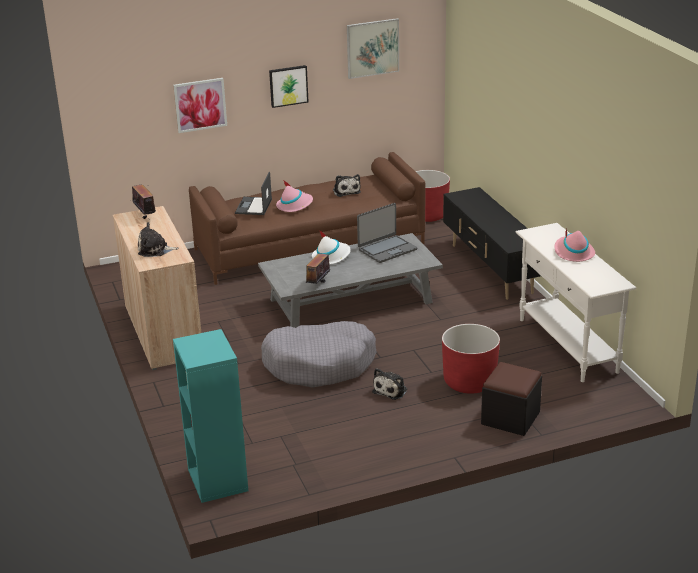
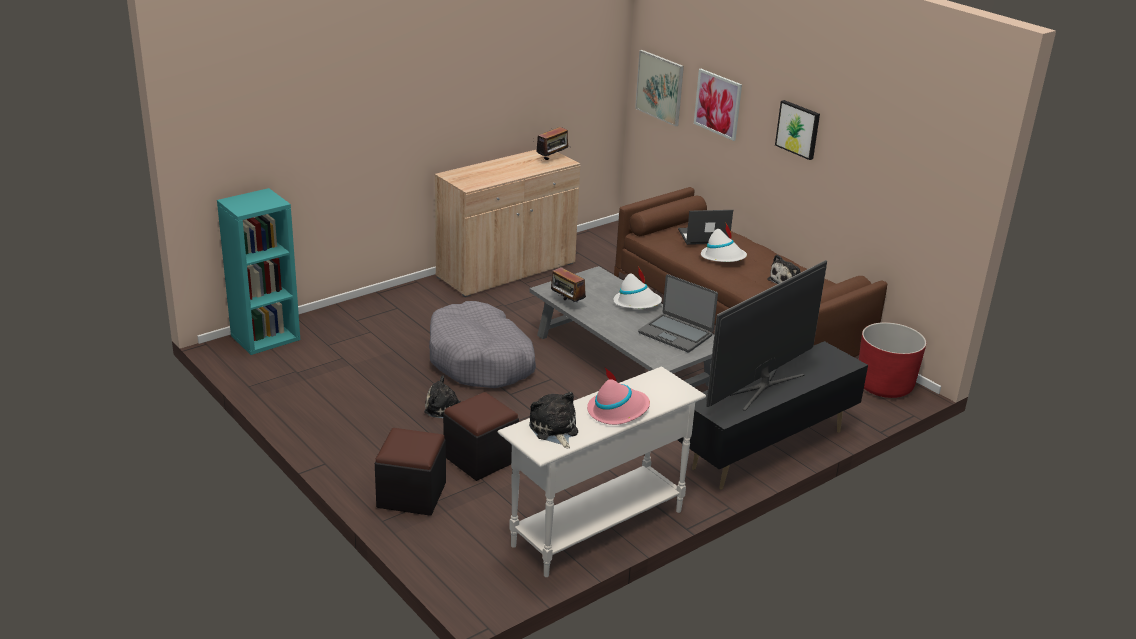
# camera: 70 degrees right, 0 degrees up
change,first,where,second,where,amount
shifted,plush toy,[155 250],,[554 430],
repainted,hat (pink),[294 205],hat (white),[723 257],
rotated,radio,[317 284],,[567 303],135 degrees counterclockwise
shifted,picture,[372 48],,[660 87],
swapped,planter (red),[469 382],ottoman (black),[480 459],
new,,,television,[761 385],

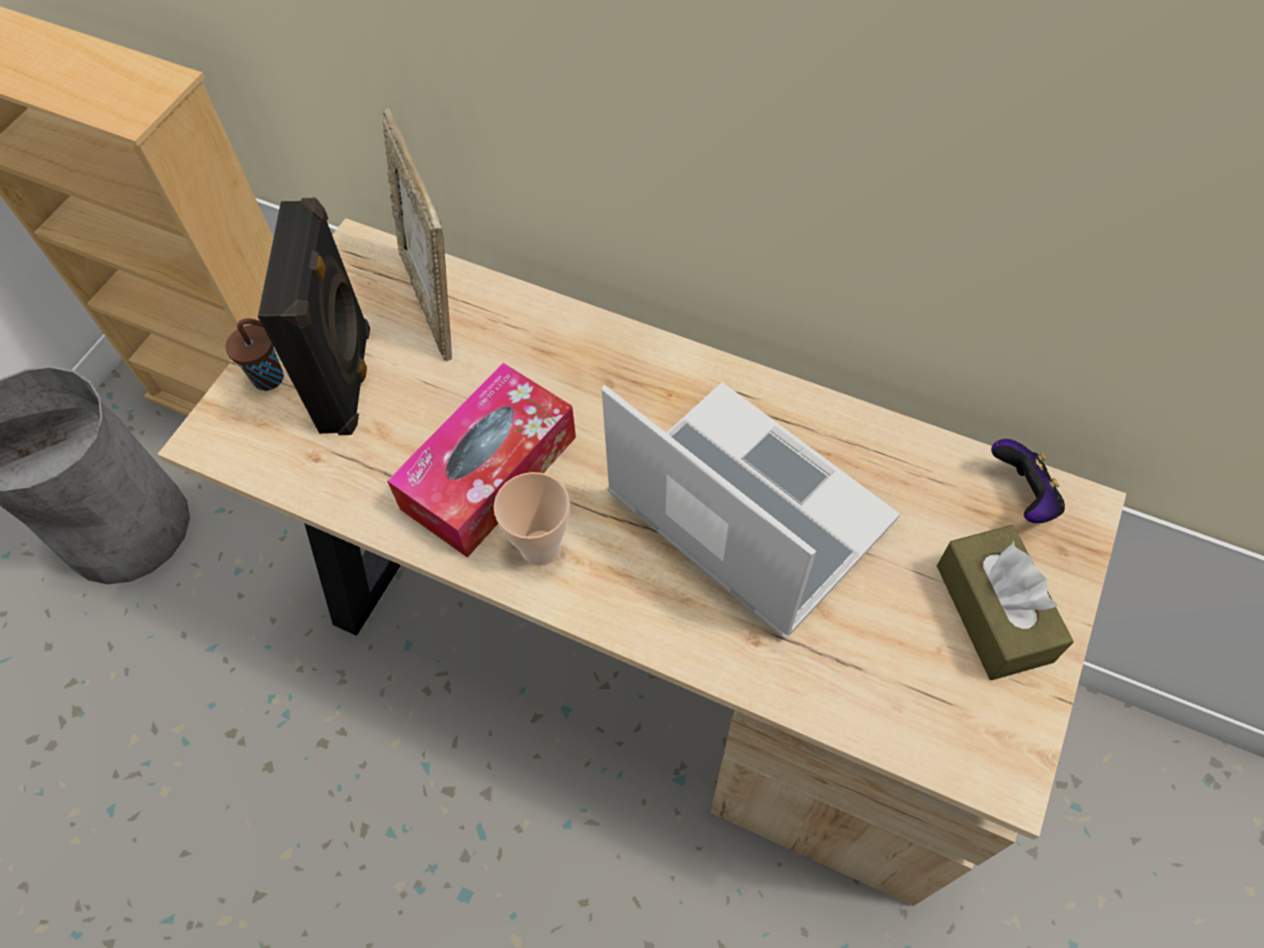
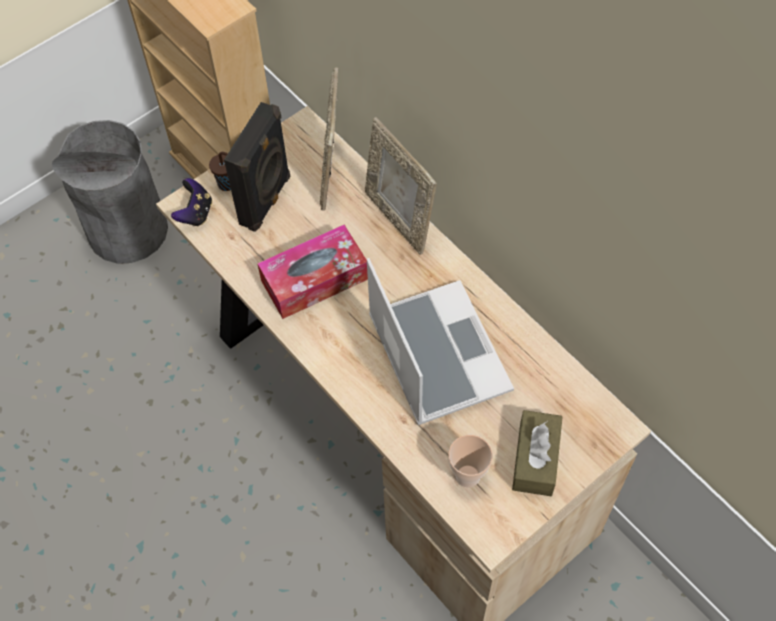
# camera: 25 degrees right, 0 degrees up
change,first,where,second,where,amount
shifted,cup,[540 547],,[467 476],
shifted,game controller,[1022 497],,[195 213],
new,,,picture frame,[399 219],

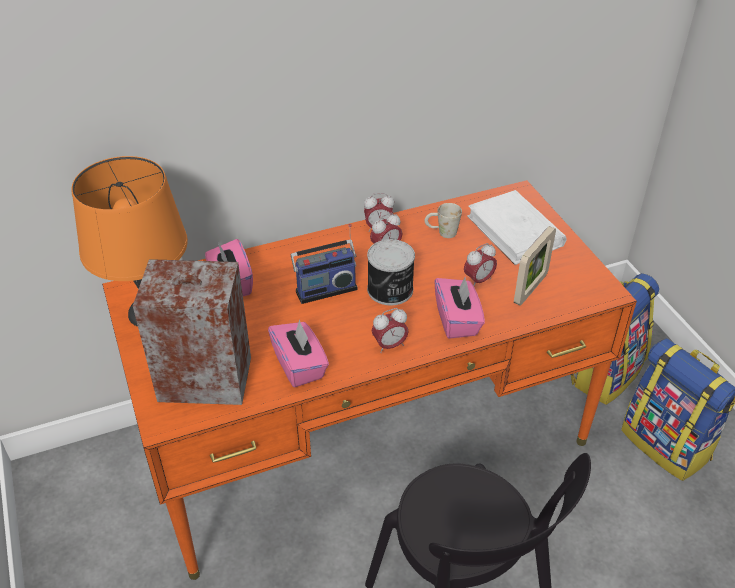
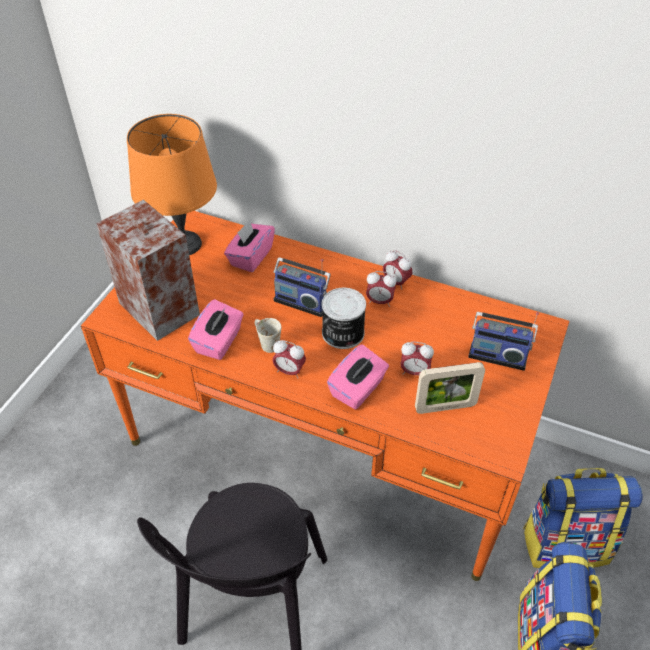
# camera: 45 degrees right, 5 degrees up
change,first,where,second,where,amount
shifted,mug (white),[441 232],,[266 342],
swapped,book (white),[515 231],radio,[497 355],

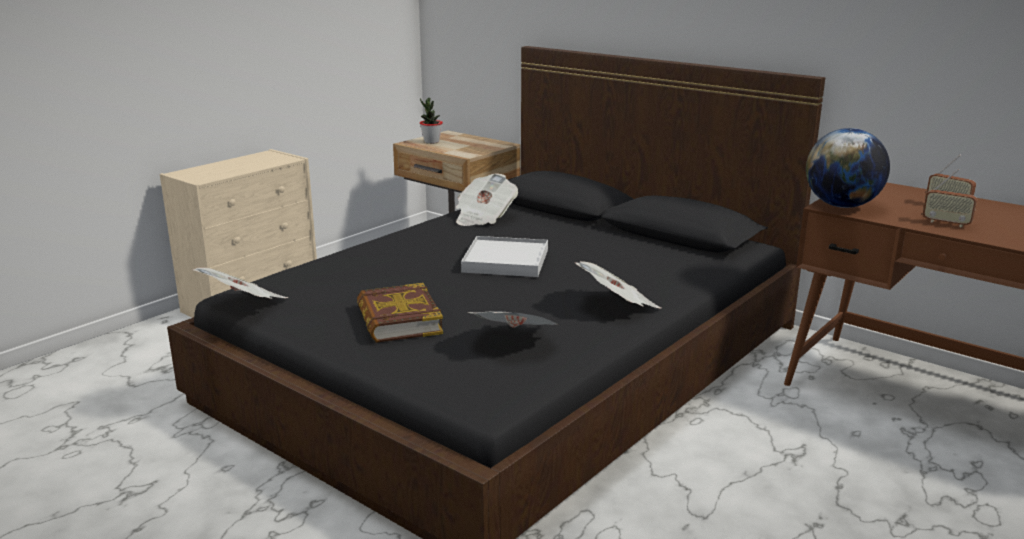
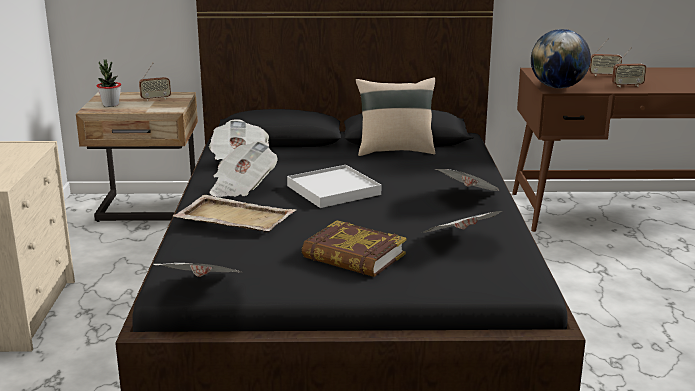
# camera: 40 degrees left, 0 degrees up
change,first,where,second,where,amount
new,,,radio,[155 99],
new,,,tray (beige),[234 217],
new,,,newspaper,[242 187],
new,,,pillow (beige),[395 150],

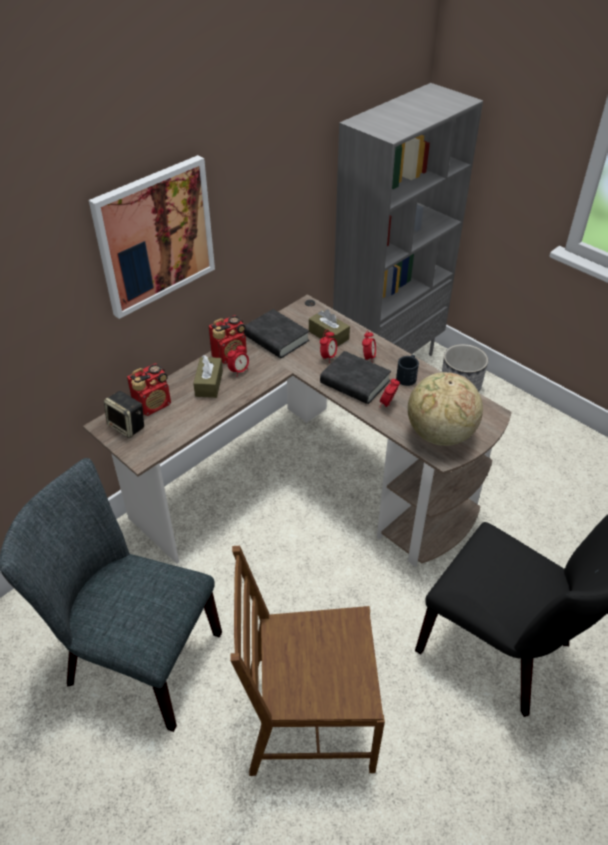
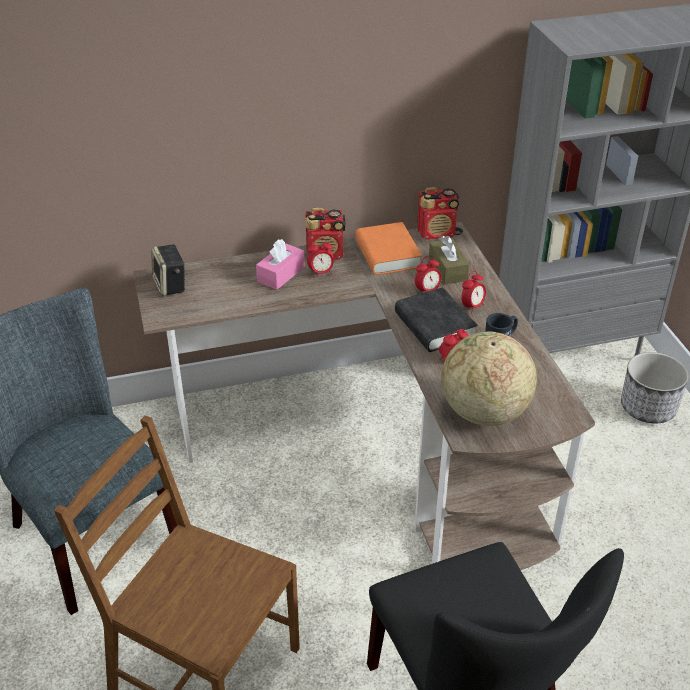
# camera: 30 degrees right, 5 degrees down
change,first,where,second,where,amount
gone,picture,[155 236],,,
shifted,radio,[153 405],,[437 233],
repainted,tissue box (brown),[209 383],tissue box (pink),[281 274],
repainted,book (black),[276 338],book (orange),[387 254],

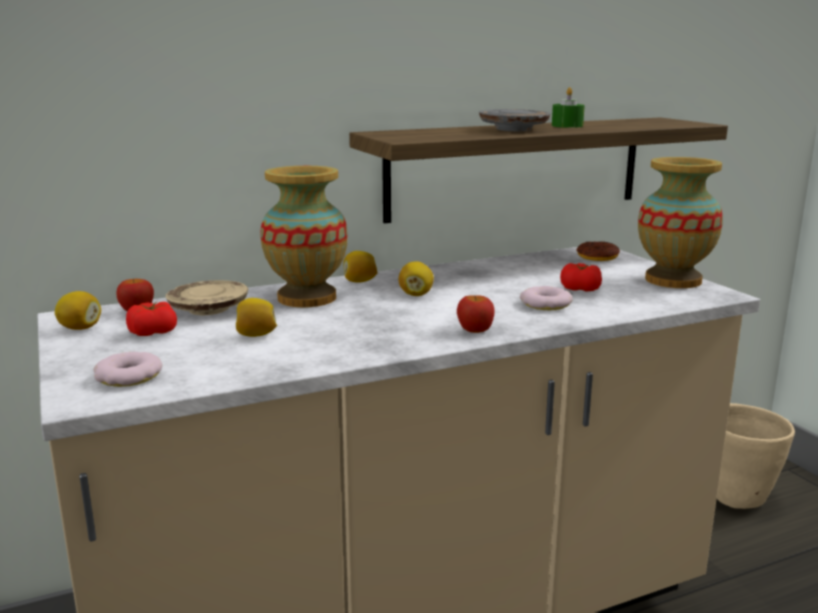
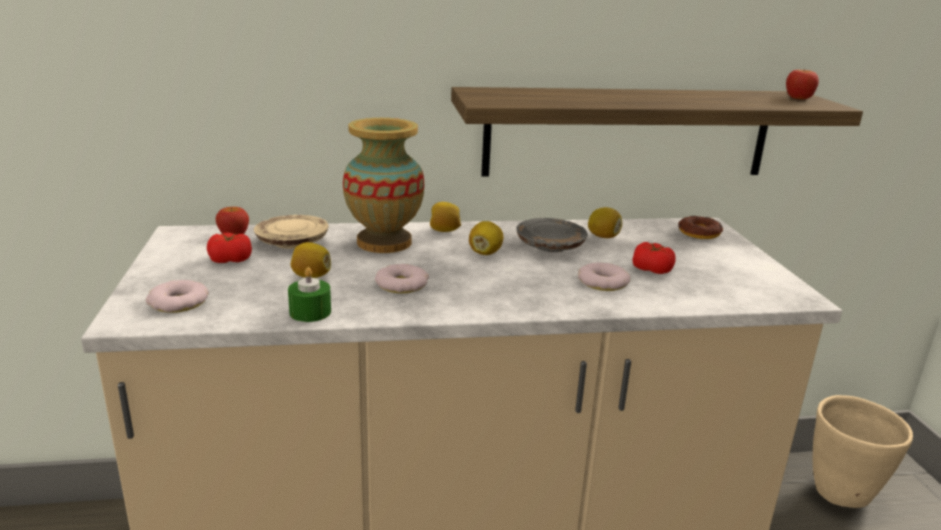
# camera: 15 degrees right, 5 degrees up
change,first,where,second,where,amount
shifted,lemon,[80 328],,[603 236],
shifted,apple,[474 330],,[798 98],
shifted,plate (grey),[514 129],,[550 246],
shifted,candle (green),[567 126],,[310 312],
gone,vase,[672 280],,,
new,,,donut,[401 284],

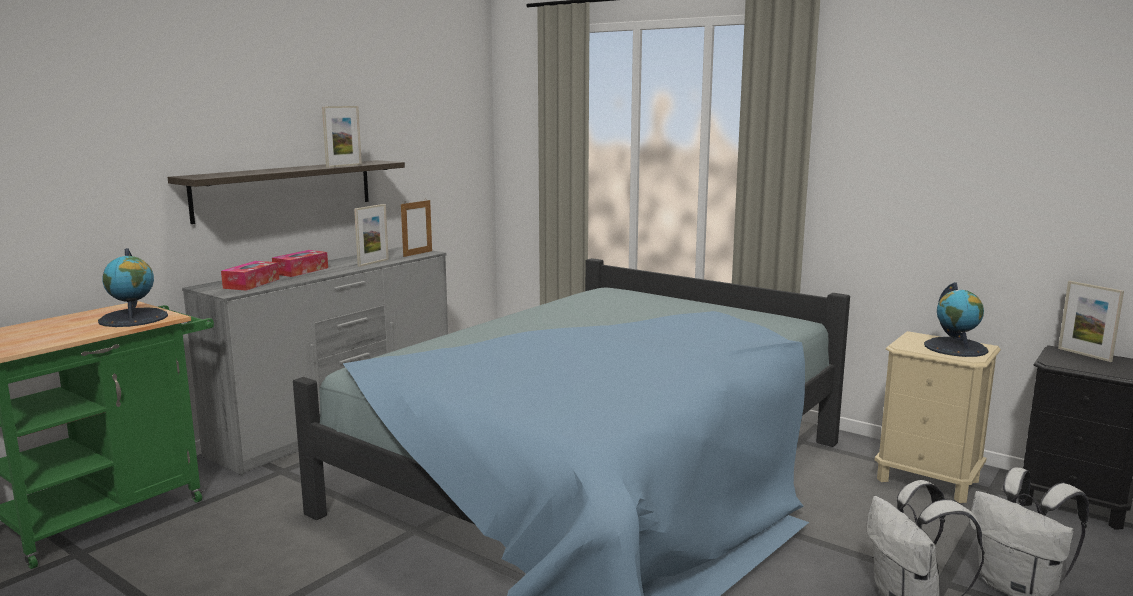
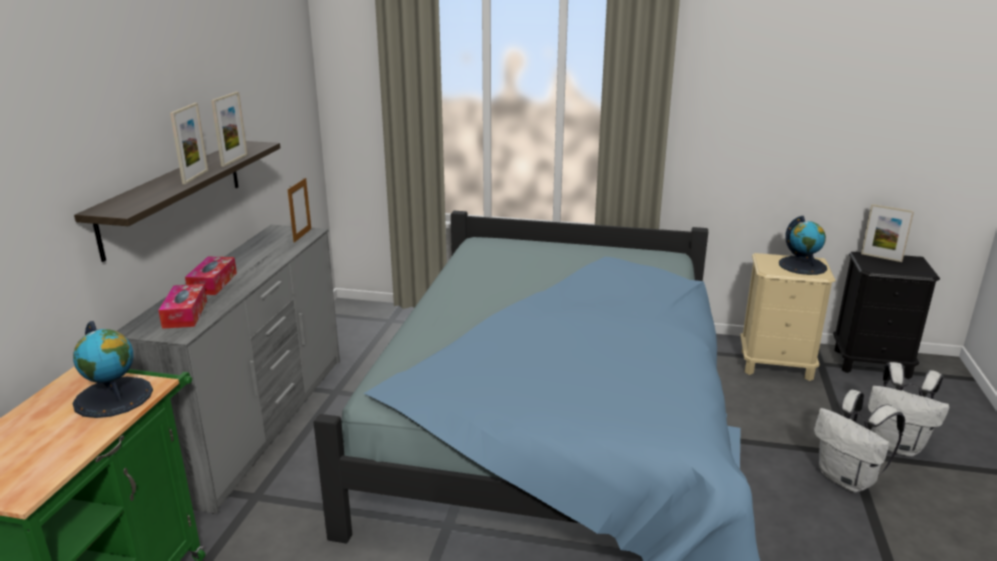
# camera: 25 degrees left, 10 degrees up
change,first,where,second,where,amount
shifted,picture frame,[373 263],,[195 177],

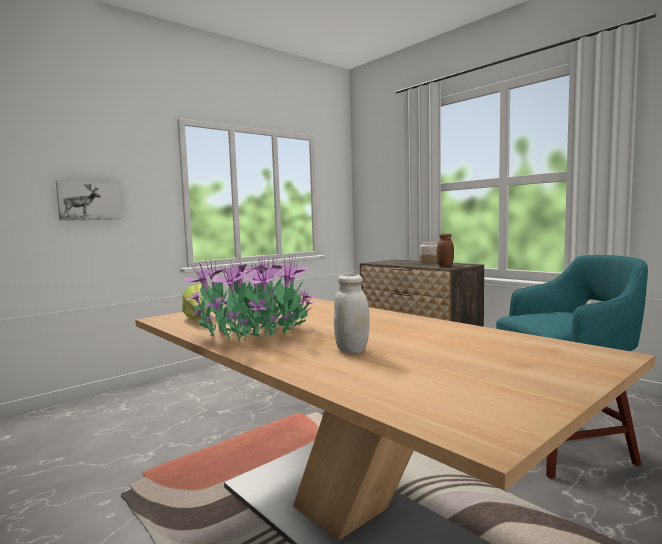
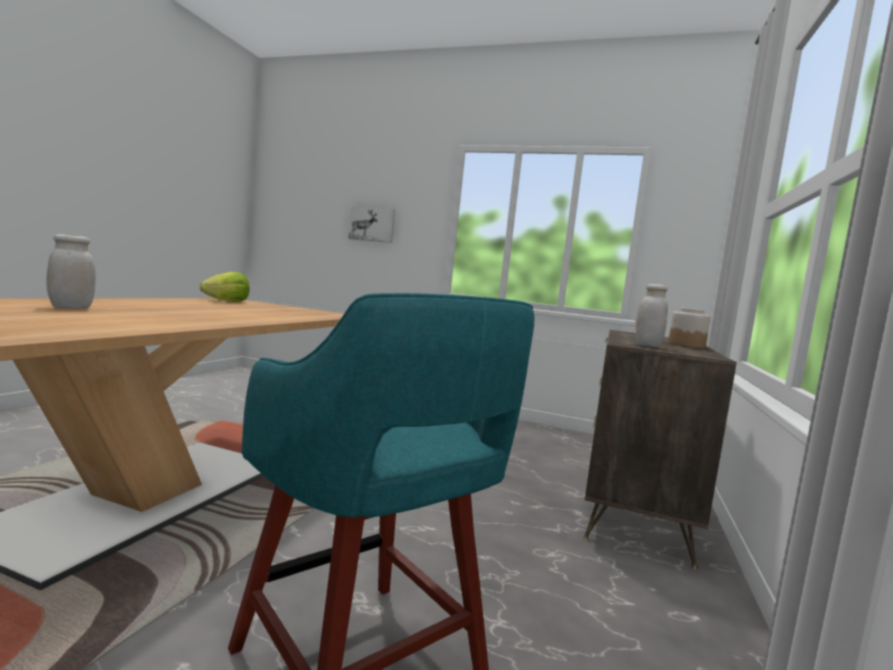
# camera: 60 degrees right, 0 degrees up
change,first,where,second,where,amount
gone,potted plant,[255 333],,,
repainted,jar (brown),[445 266],jar (white),[647 345],

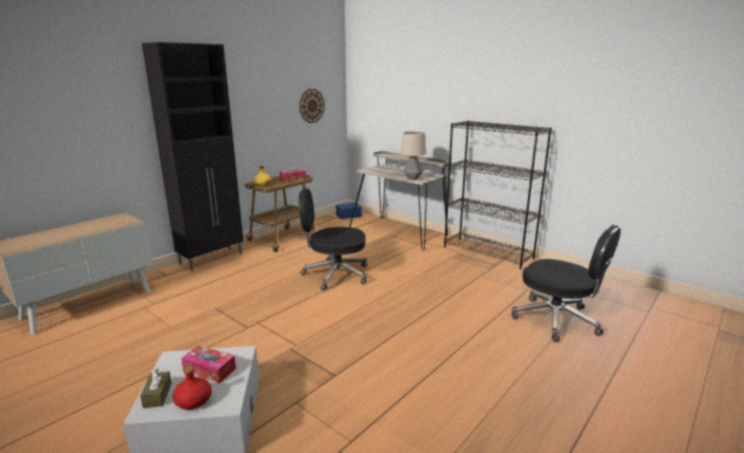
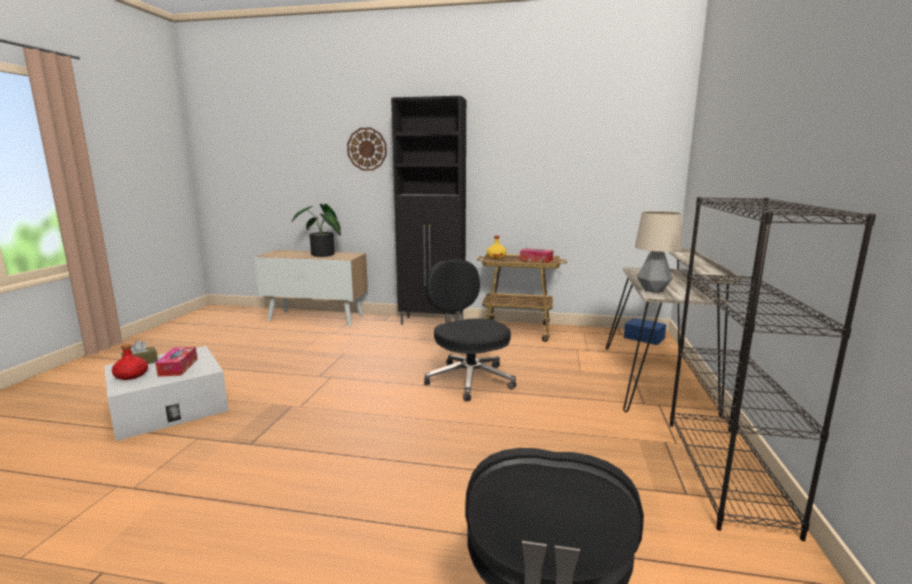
# camera: 60 degrees right, 5 degrees down
change,first,where,second,where,amount
shifted,wall clock,[311 105],,[367 149],
new,,,potted plant,[323 255],

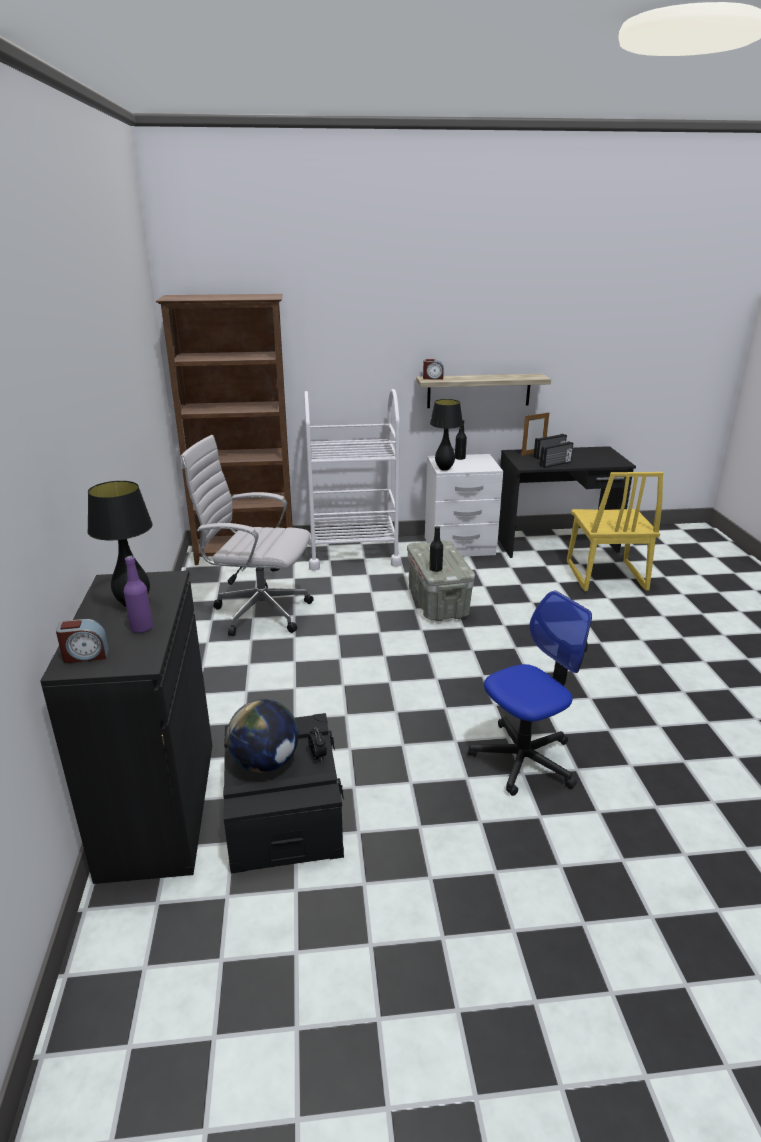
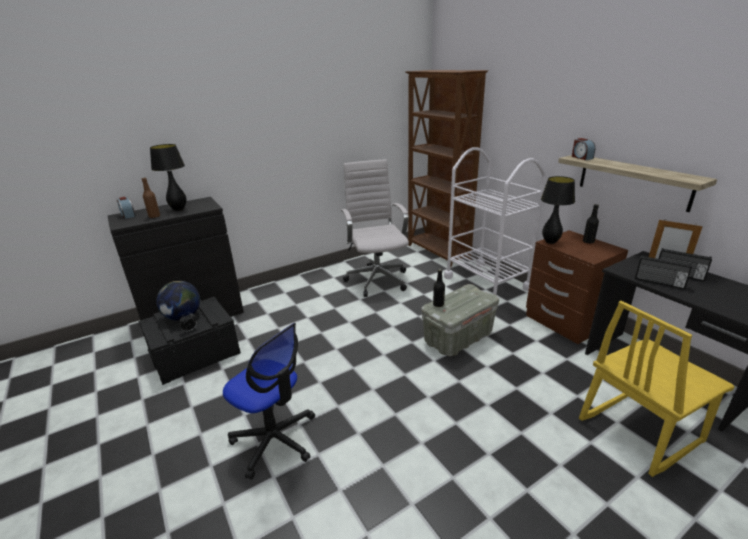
# camera: 65 degrees right, 0 degrees up
change,first,where,second,where,amount
repainted,bottle (purple),[141 628],bottle (brown),[154 216],
repainted,nightstand (white),[459 547],nightstand (brown),[564 322],

